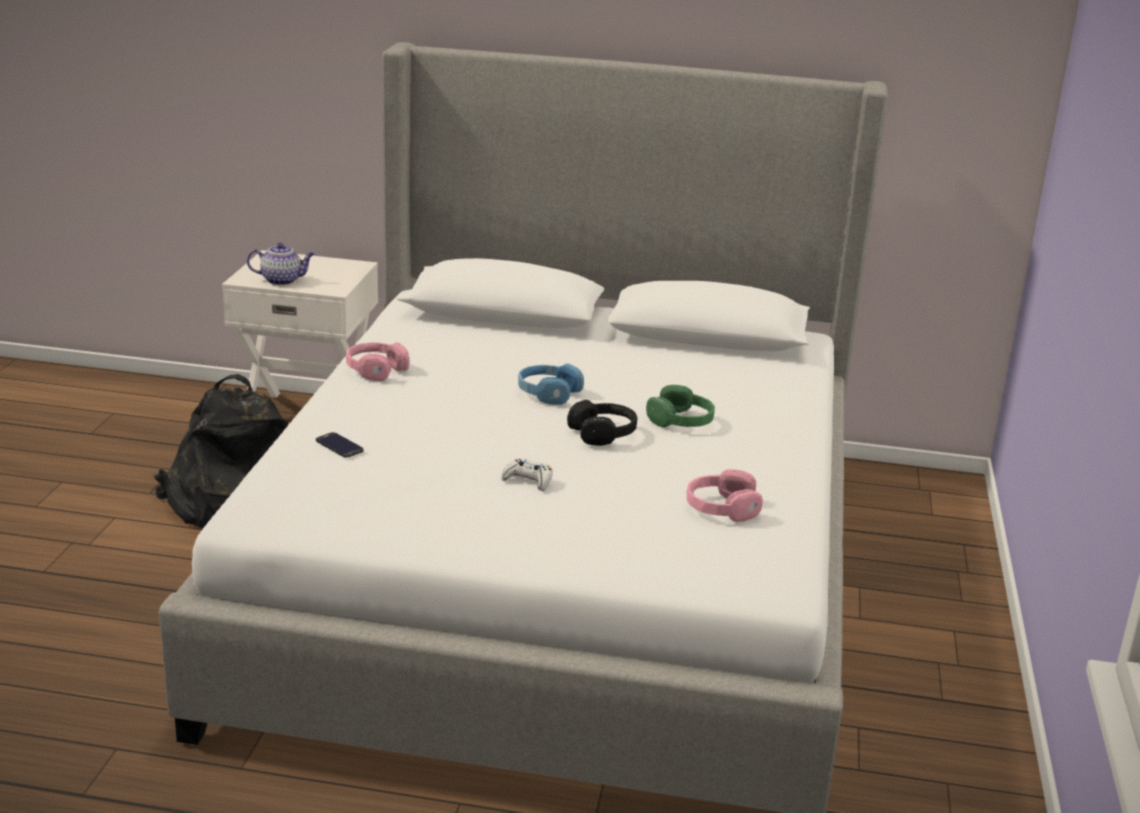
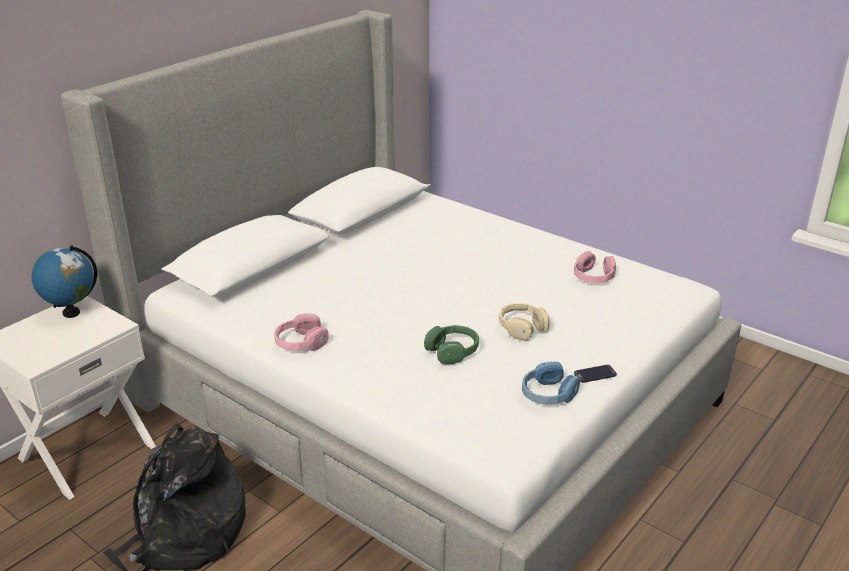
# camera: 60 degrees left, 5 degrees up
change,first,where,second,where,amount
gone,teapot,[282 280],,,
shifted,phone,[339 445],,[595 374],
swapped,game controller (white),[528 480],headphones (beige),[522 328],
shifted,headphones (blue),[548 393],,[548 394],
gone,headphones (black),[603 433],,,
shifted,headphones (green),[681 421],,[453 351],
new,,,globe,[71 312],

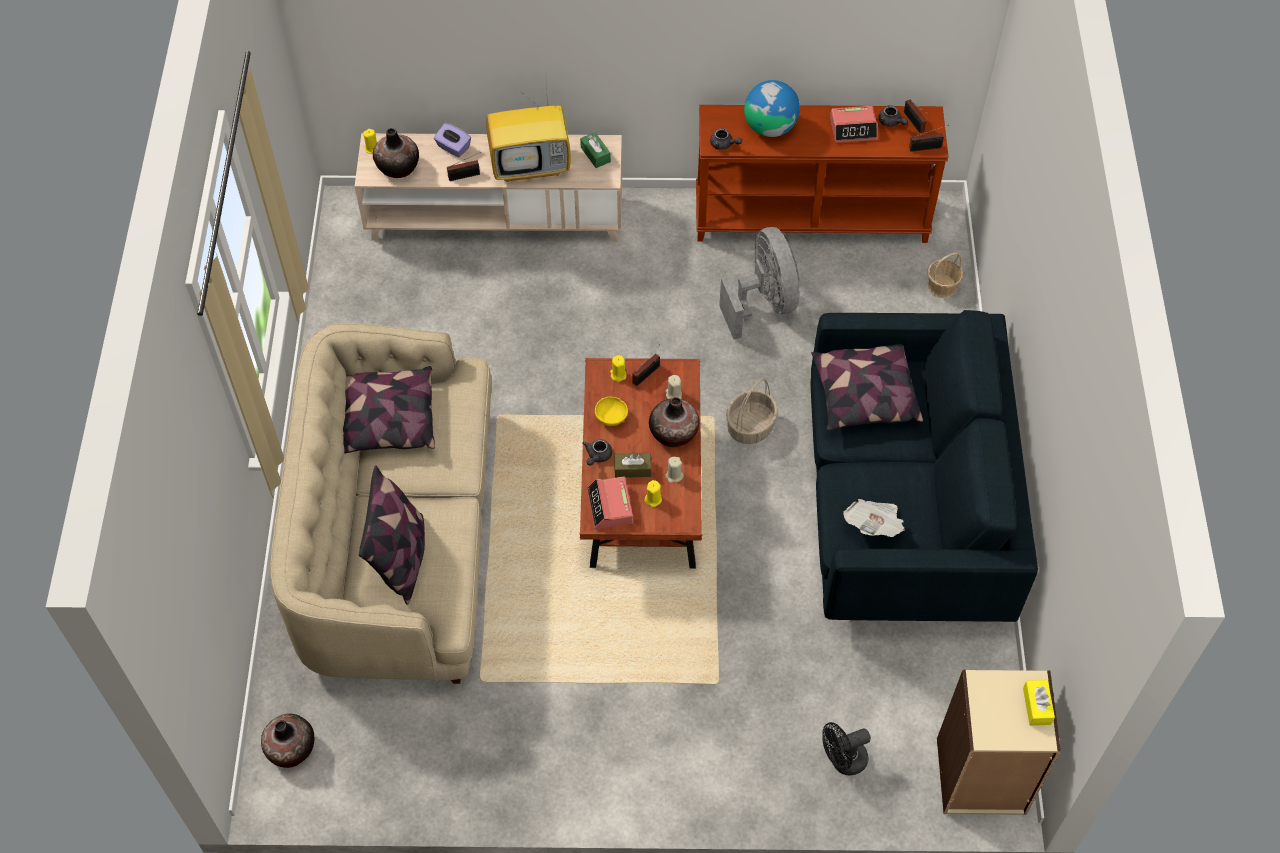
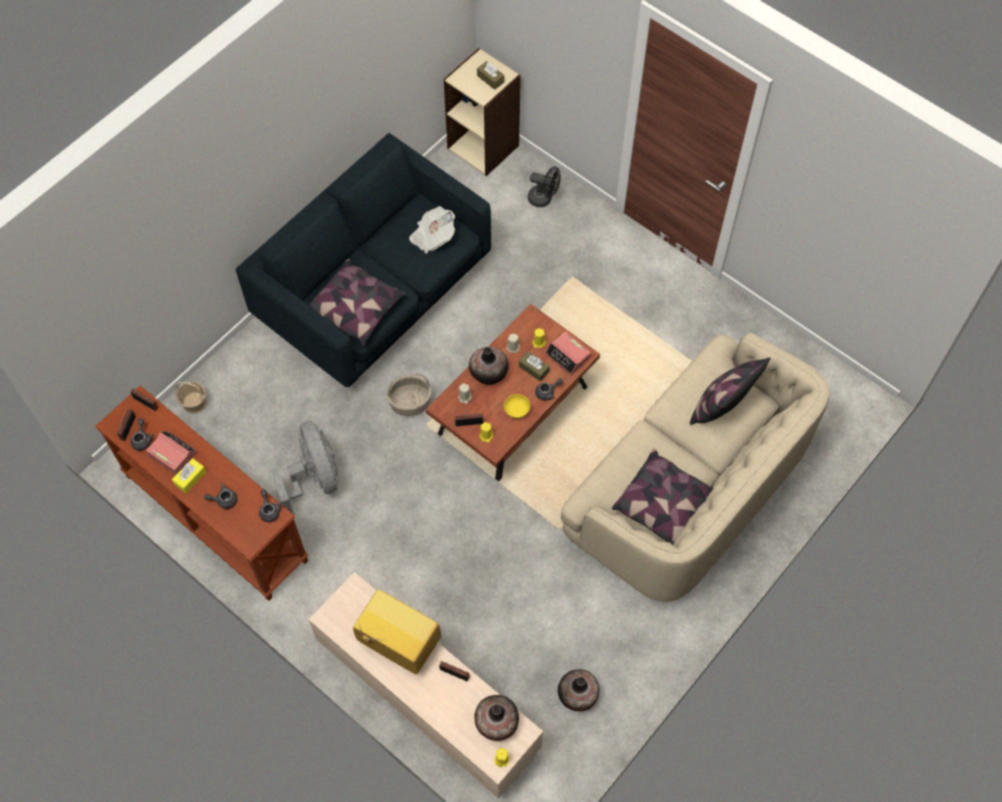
# camera: 140 degrees left, 5 degrees up
change,first,where,second,where,amount
shifted,vase,[291 748],,[577 695],
gone,tissue box (purple),[453 147],,,
gone,tissue box (green),[595 154],,,
rotated,alarm clock,[610 507],,[568 356],105 degrees clockwise
rotated,fan (grey),[764 302],,[314 479],135 degrees clockwise
swapped,globe,[770 127],teapot (grey),[224 500],
shifted,tissue box (yellow),[1036 706],,[190 478],
new,,,tissue box (brown),[490 79],

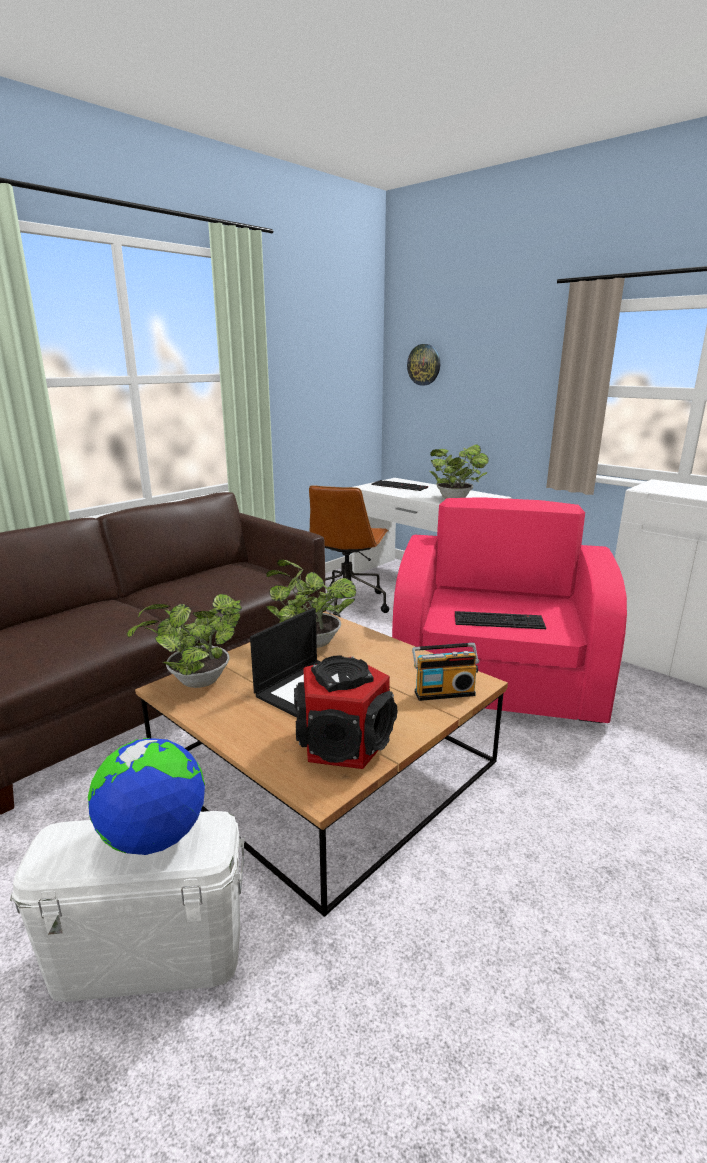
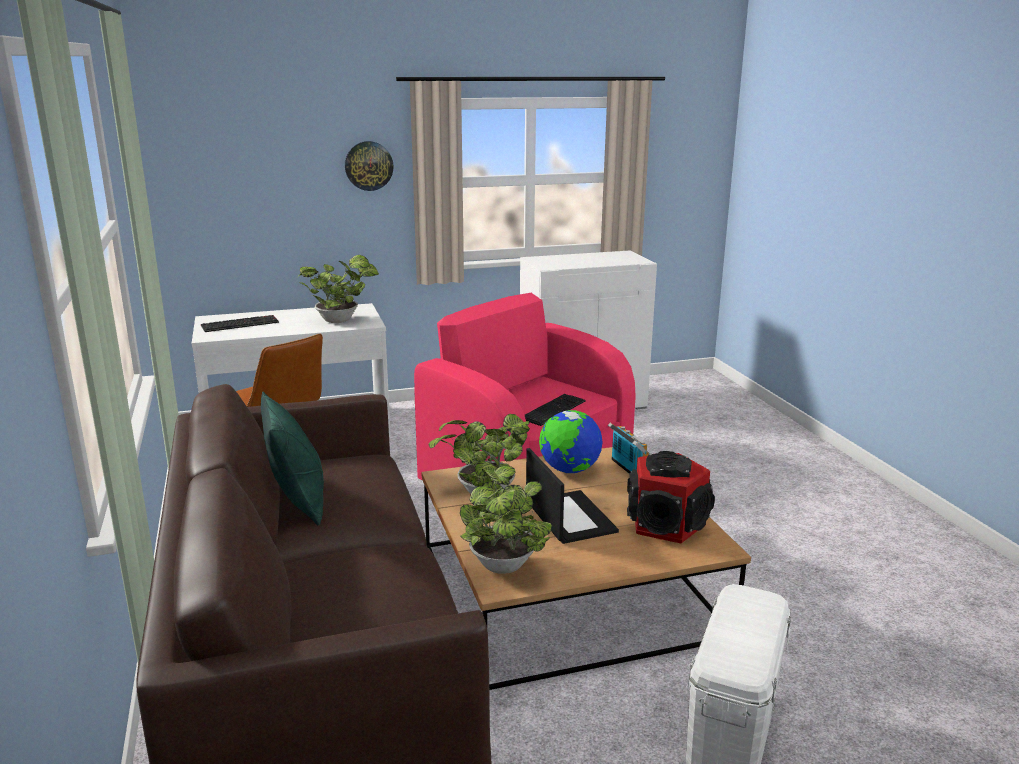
# camera: 60 degrees left, 0 degrees up
change,first,where,second,where,amount
shifted,globe,[154 837],,[569 470],
shifted,wall clock,[424 364],,[368 166],
rotated,radio,[444 692],,[627 468],45 degrees counterclockwise
new,,,pillow (green),[298 502],

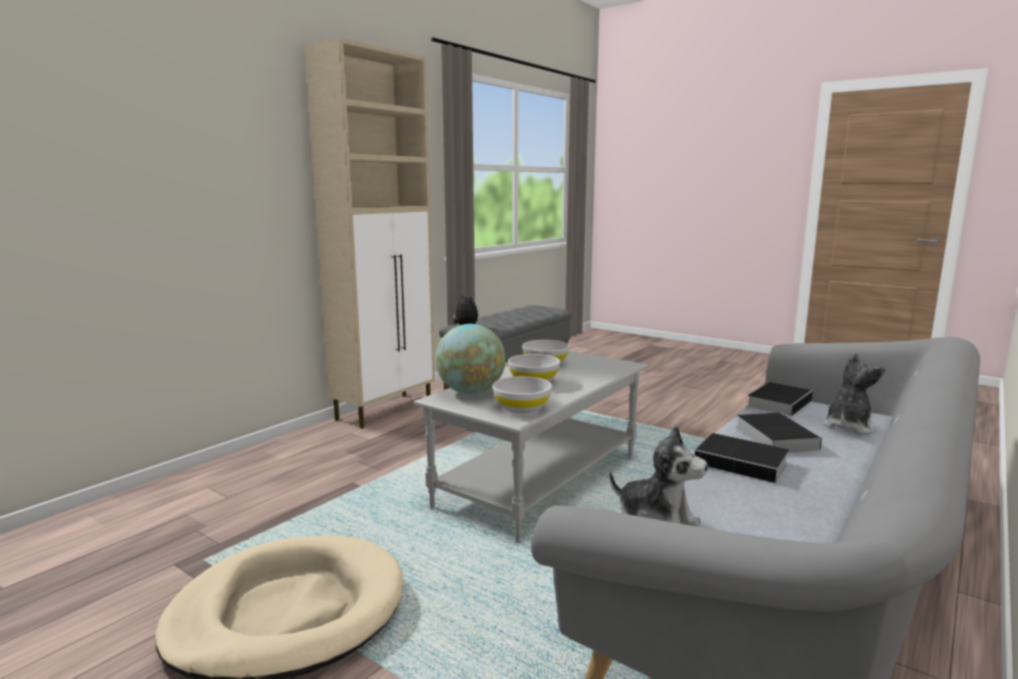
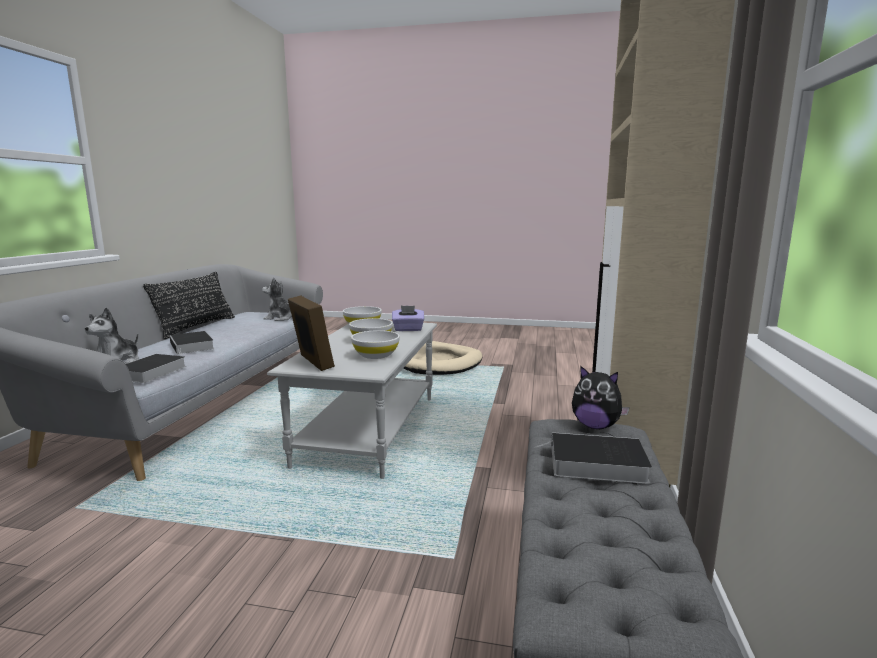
# camera: 155 degrees right, 0 degrees up
change,first,where,second,where,amount
swapped,globe,[470 392],tissue box (purple),[408 329],
shifted,book,[744 463],,[594 463],
new,,,pillow (black),[196 327],
new,,,picture frame,[312 362],

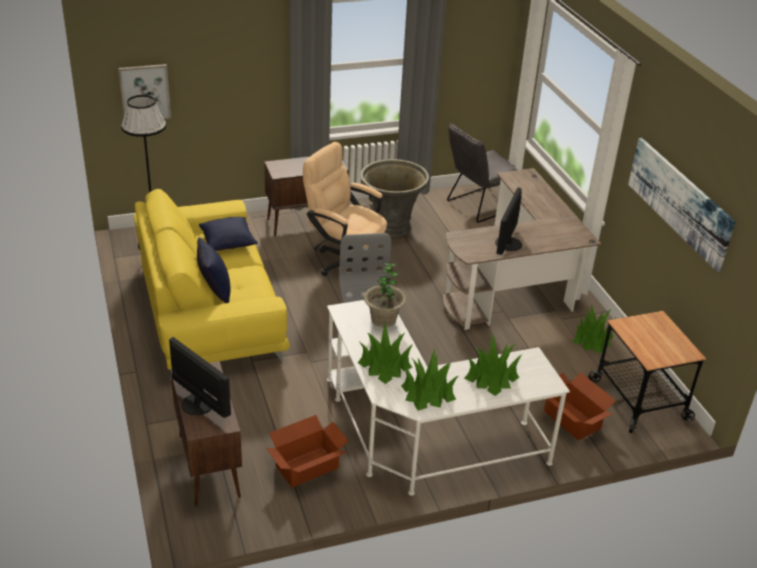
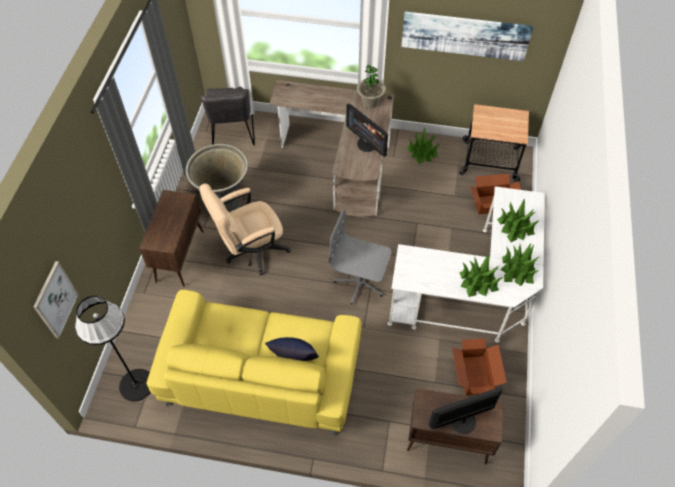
# camera: 60 degrees left, 20 degrees up
change,first,where,second,where,amount
gone,pillow (blue),[228 243],,,
shifted,potted plant,[383 320],,[370 102],

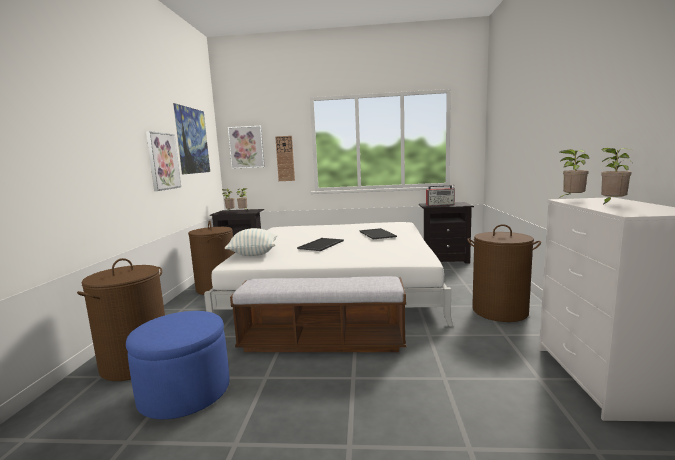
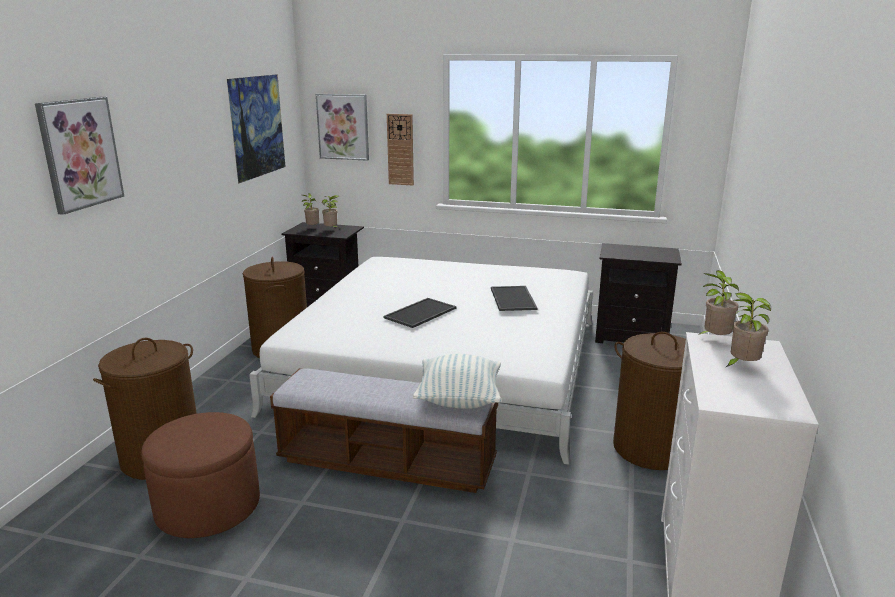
# camera: 10 degrees right, 10 degrees up
change,first,where,second,where,amount
repainted,ottoman (blue),[185 392],ottoman (brown),[208 507],
shifted,picture,[163 161],,[80 153],
shifted,pillow,[254 254],,[459 400],
gone,radio,[440 204],,,

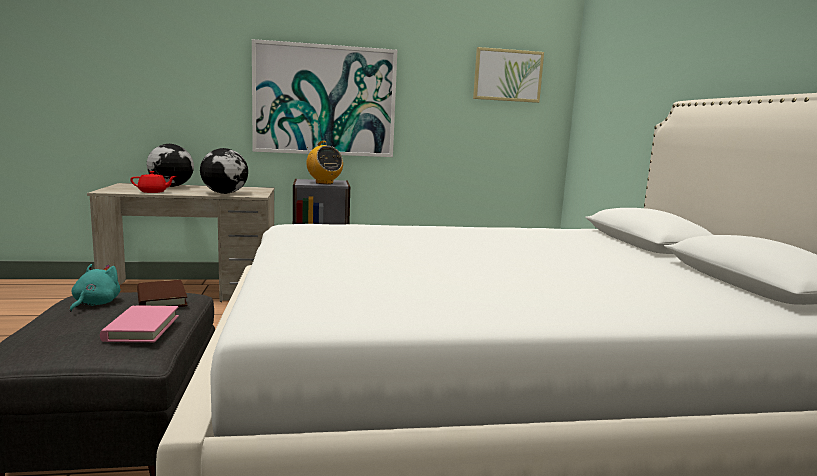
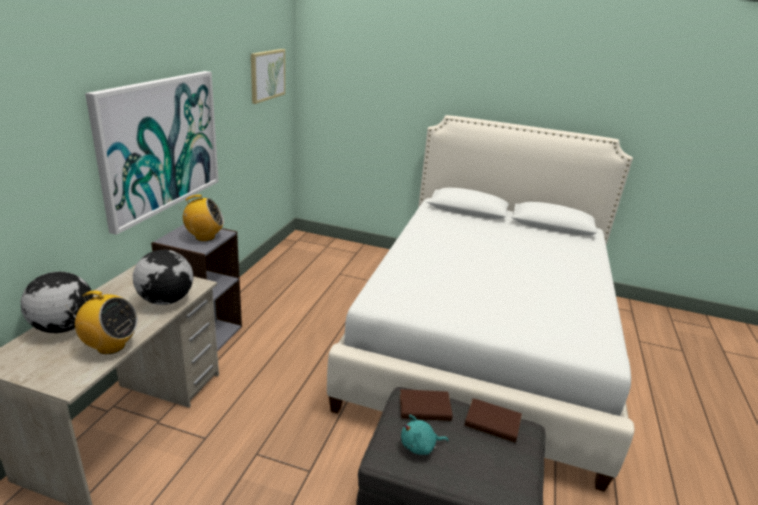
# camera: 65 degrees left, 15 degrees up
change,first,where,second,where,amount
rotated,plush toy (turquoise),[94 304],,[420 446],45 degrees counterclockwise
repainted,book (pink),[142 328],book (brown),[492 423],
swapped,teapot (red),[153 192],radio,[110 346],

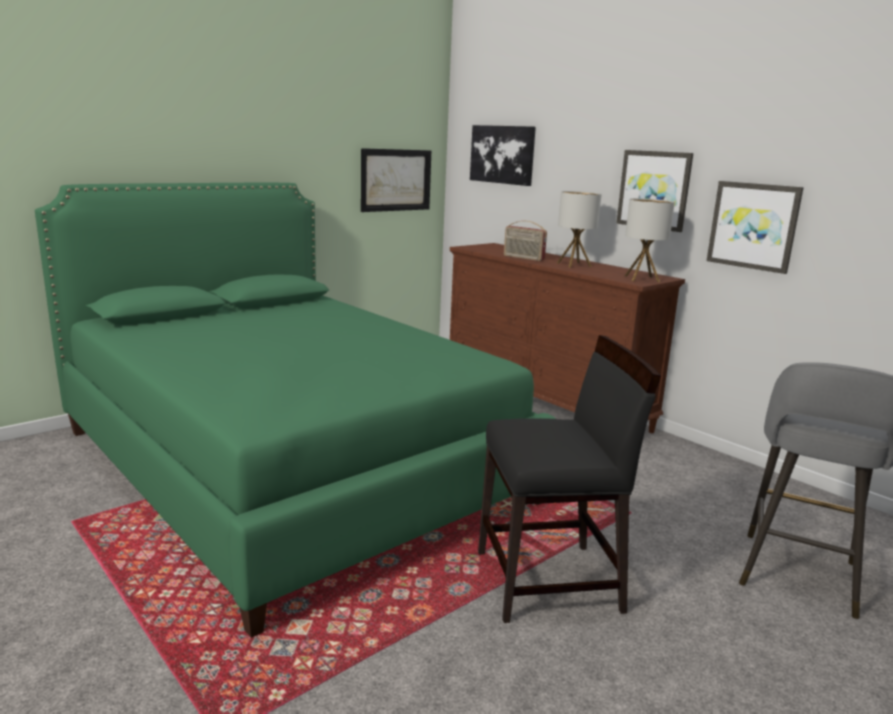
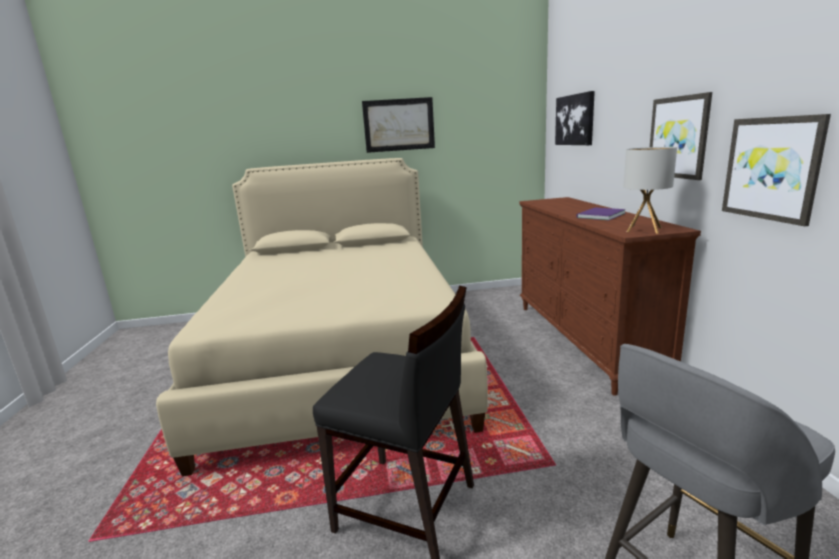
# camera: 35 degrees right, 0 degrees up
change,first,where,second,where,amount
repainted,bed (green),[290 464],bed (beige),[342 357],
shifted,picture,[395 180],,[399 125],
gone,radio,[523 258],,,
swapped,table lamp,[573 265],book (purple),[599 215],

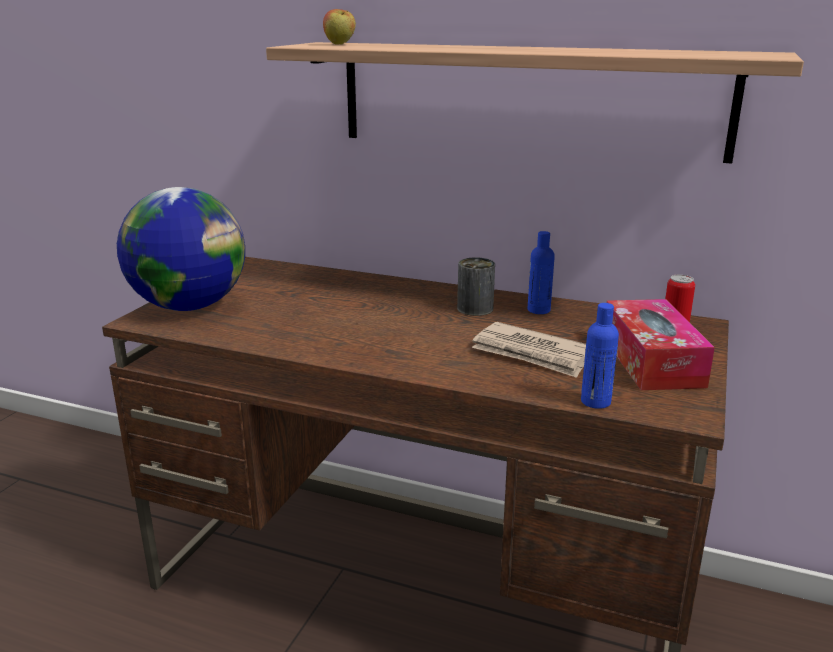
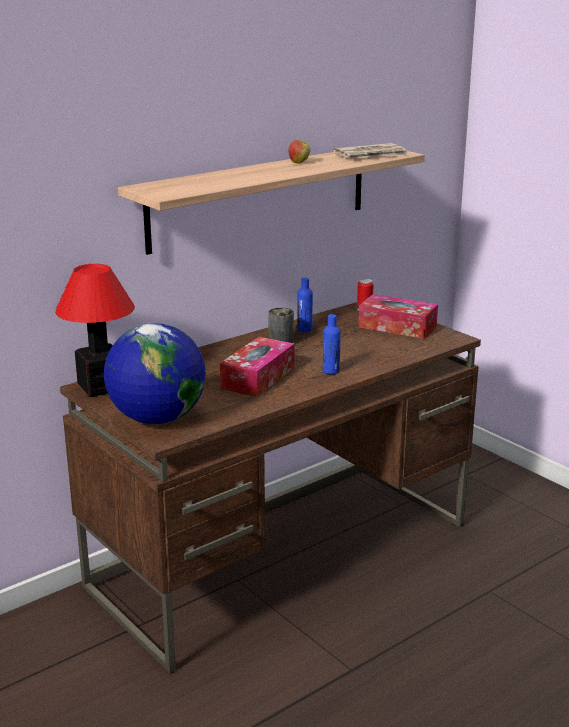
# camera: 60 degrees left, 0 degrees up
change,first,where,second,where,amount
shifted,apple,[340 44],,[299 163],
shifted,newspaper,[532 354],,[371 155],
shifted,bottle (blue),[595 401],,[331 371],
new,,,table lamp,[100 387],
new,,,tissue box,[258 378],

